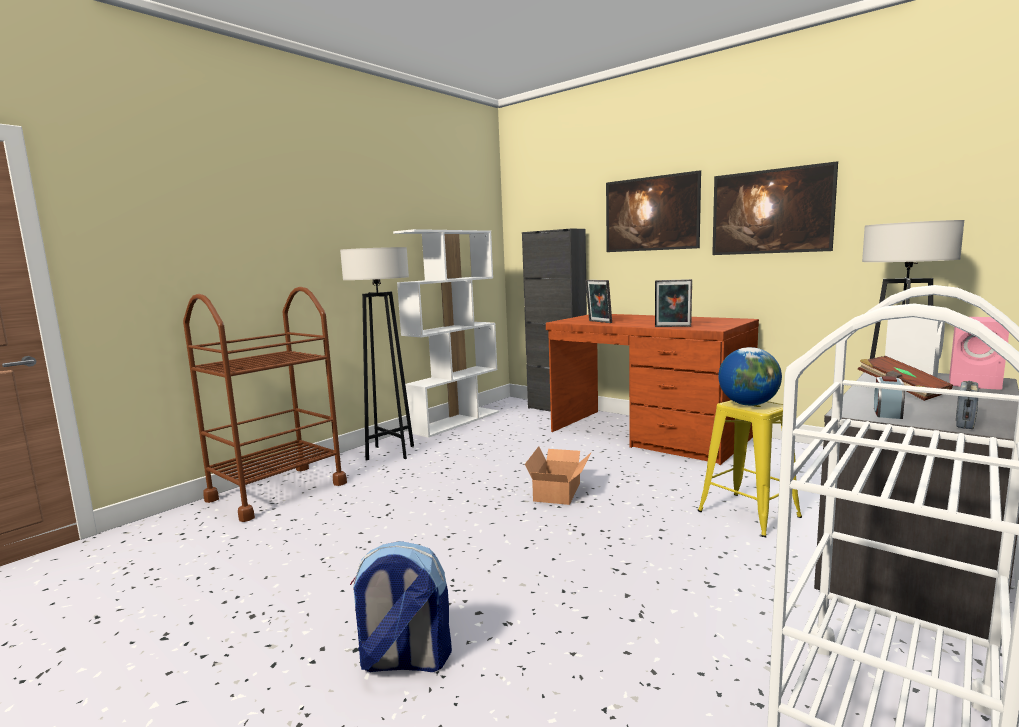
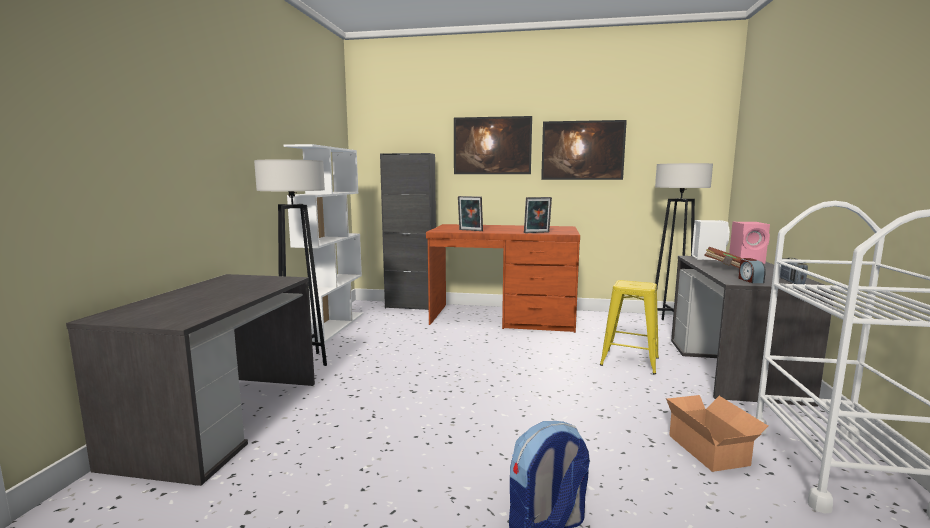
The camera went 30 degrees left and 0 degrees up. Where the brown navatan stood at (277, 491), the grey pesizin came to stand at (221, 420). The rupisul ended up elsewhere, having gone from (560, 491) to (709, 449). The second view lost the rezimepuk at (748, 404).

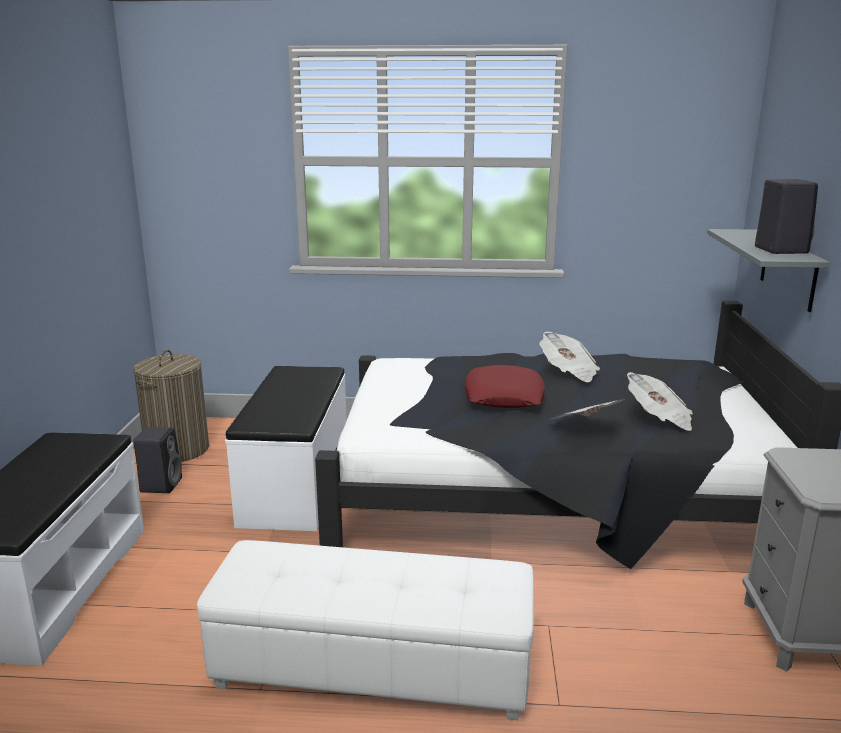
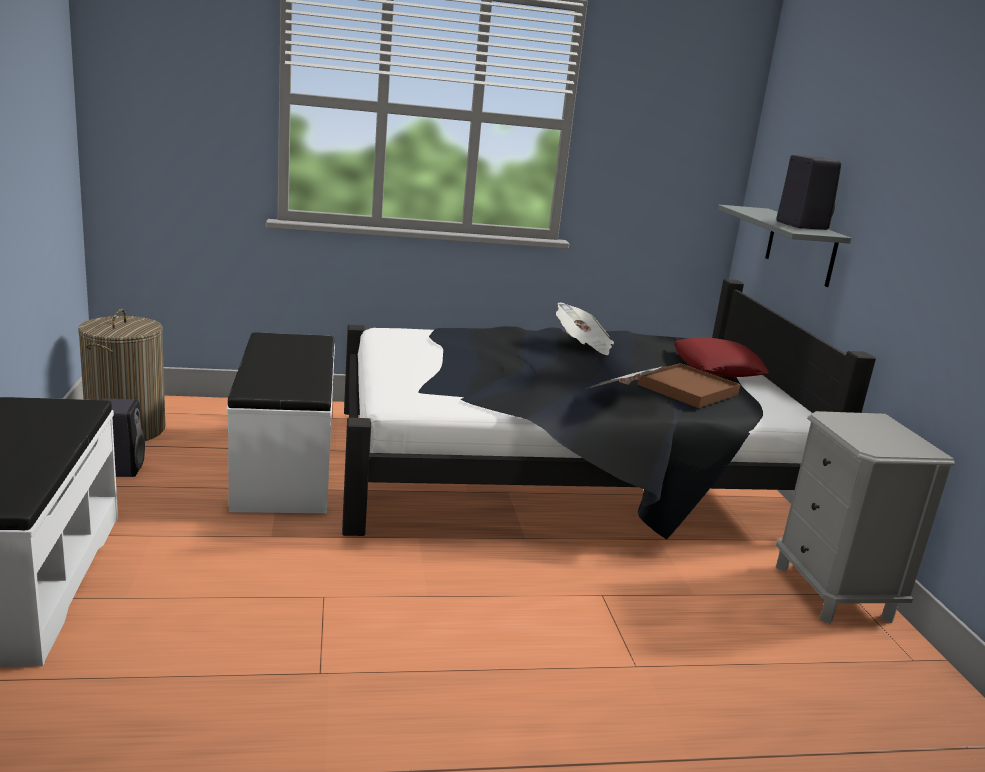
The camera went 15 degrees left and 0 degrees up. Where the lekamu stood at (659, 419), the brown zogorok came to stand at (688, 389). The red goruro ended up elsewhere, having gone from (504, 396) to (717, 367). The second view lost the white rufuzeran at (374, 667).

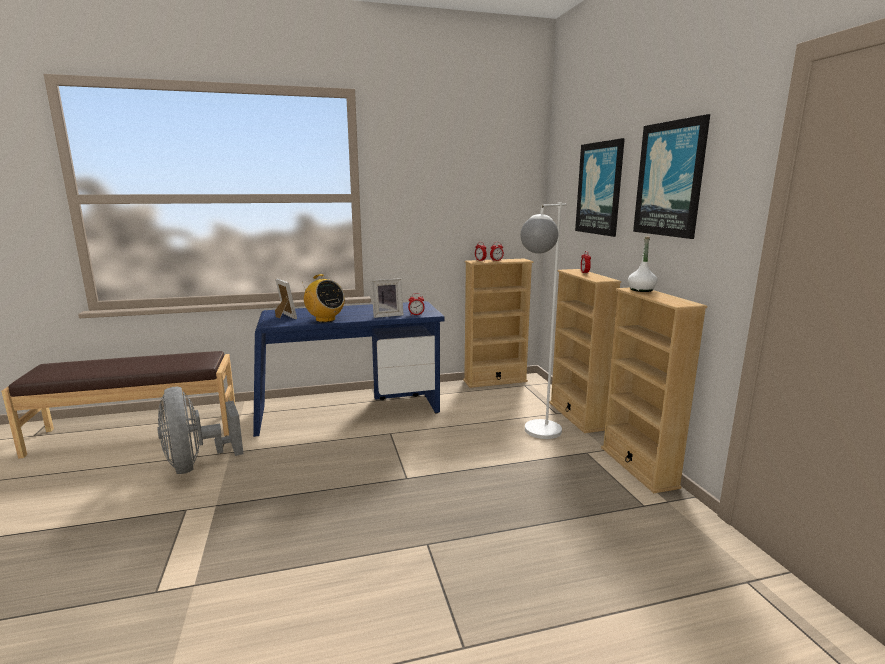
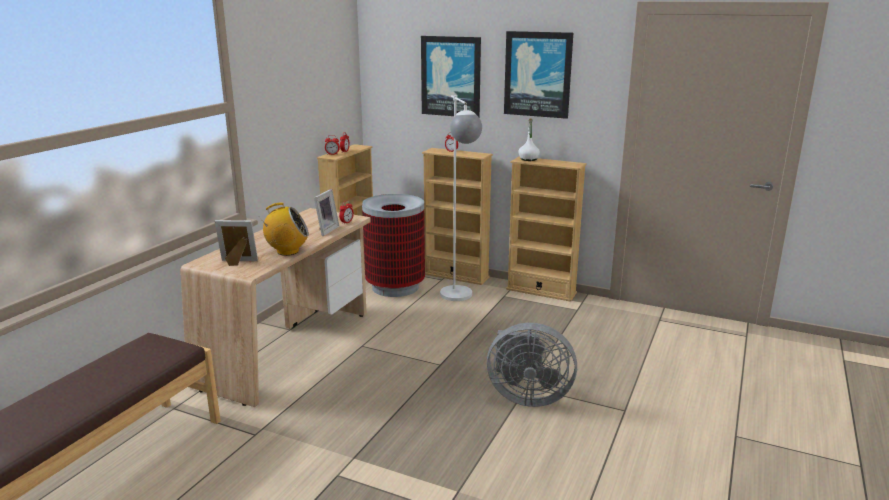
The camera went 50 degrees left and 5 degrees up. What was the blue pesizin at (350, 412) turned into the beige pesizin at (290, 348). The second view gained the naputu at (395, 287). The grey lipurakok ended up elsewhere, having gone from (197, 464) to (527, 396).

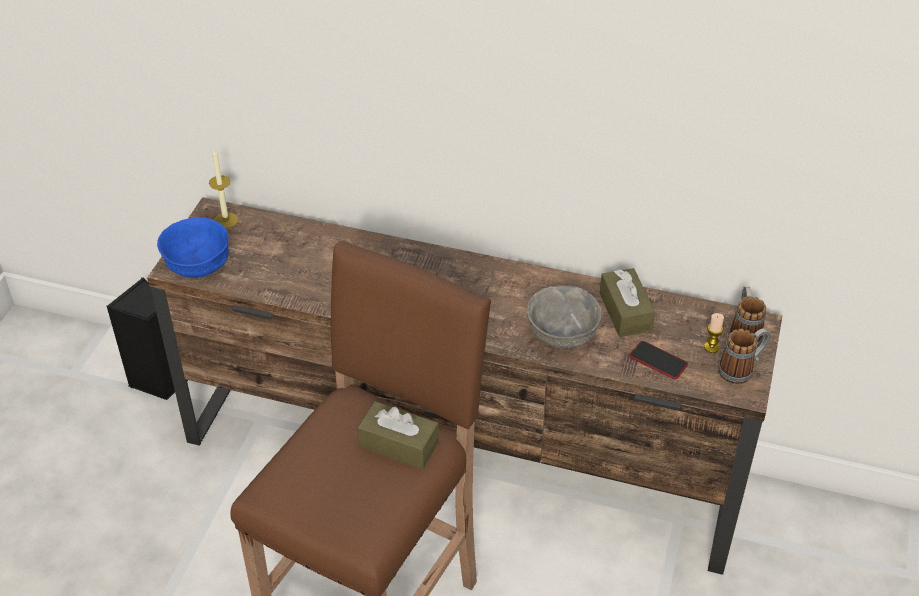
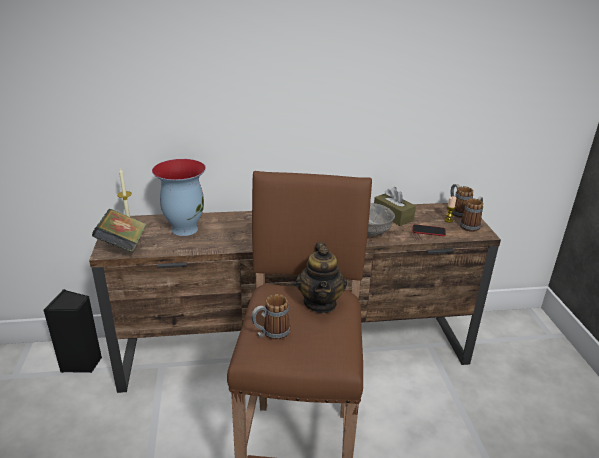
The camera went 25 degrees left and 15 degrees down. Where the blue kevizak stood at (199, 264), the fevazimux came to stand at (123, 246). The second view gained the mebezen at (184, 229). The second view gained the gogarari at (270, 333). Where the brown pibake stood at (399, 444), the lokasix came to stand at (320, 303).

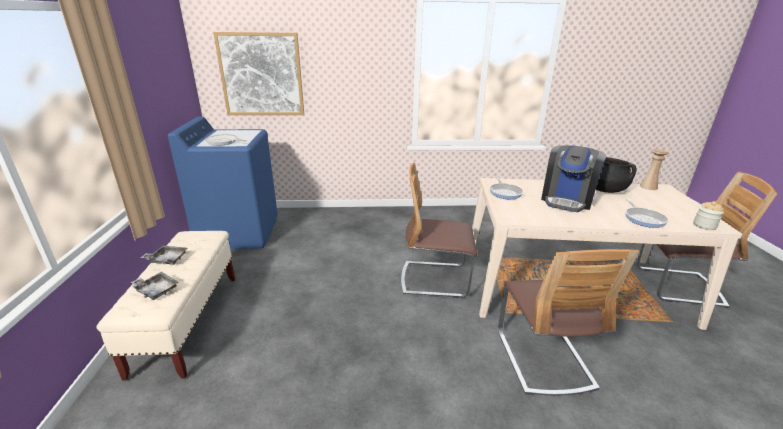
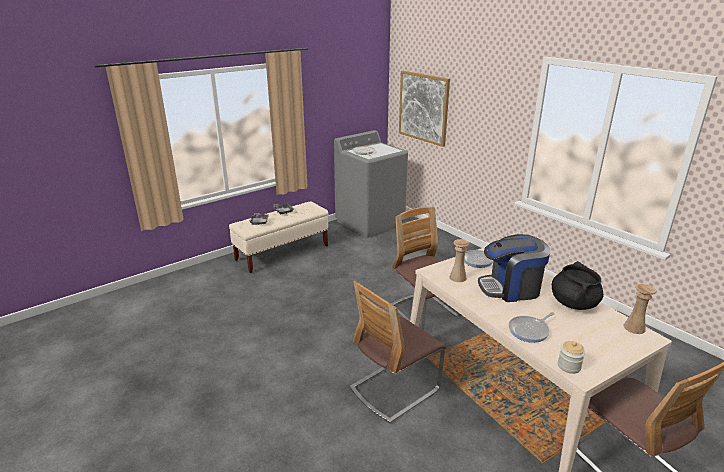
The camera went 55 degrees right and 0 degrees up. What was the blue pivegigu at (239, 232) turned into the grey pivegigu at (370, 222). The second view gained the beige mebezen at (458, 277).

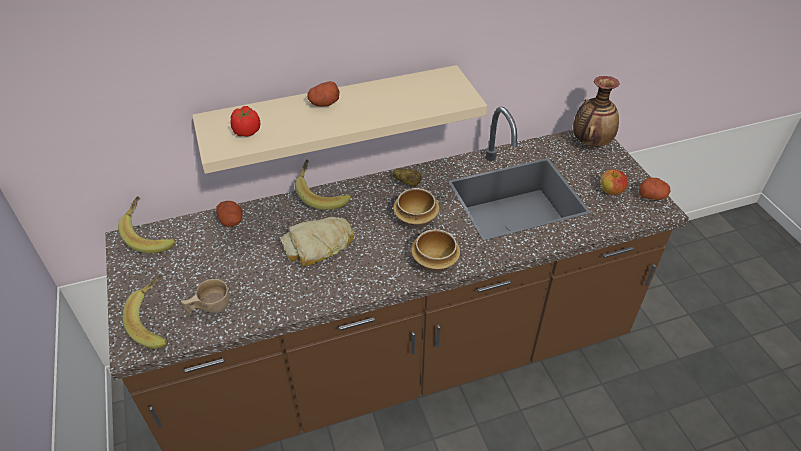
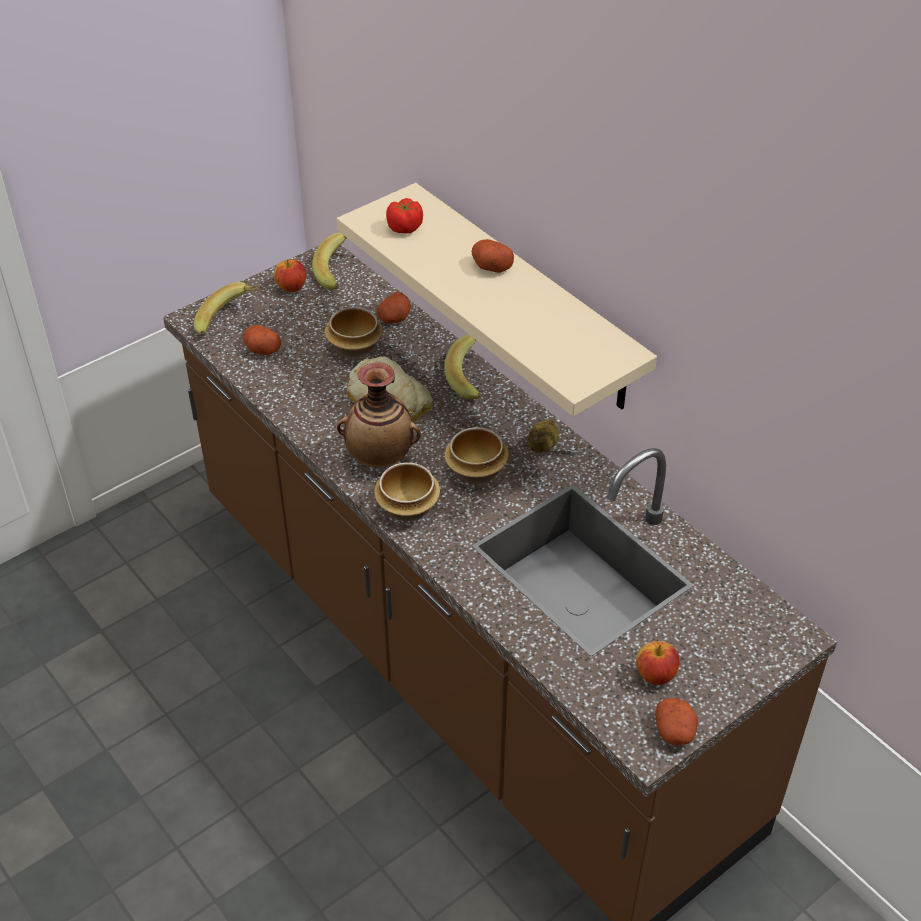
The camera went 70 degrees right and 0 degrees up. Where the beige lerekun stood at (209, 308), the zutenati came to stand at (261, 349). The second view gained the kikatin at (291, 288). The second view gained the kevizak at (354, 347). The mebezen ended up elsewhere, having gone from (590, 142) to (380, 457).

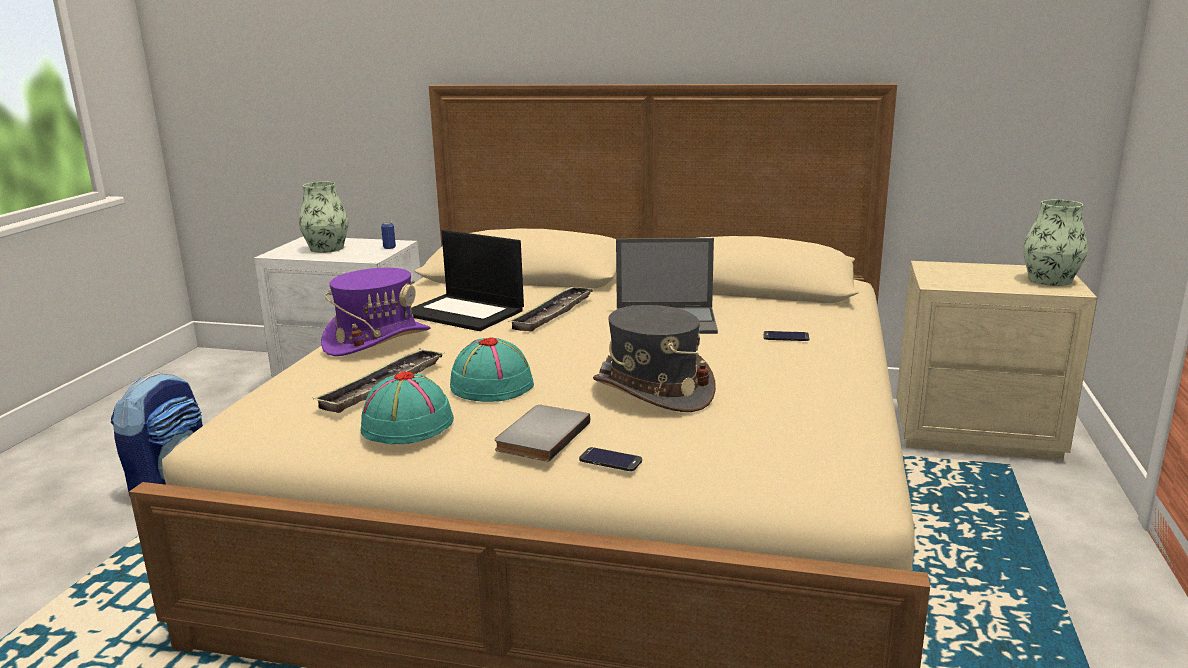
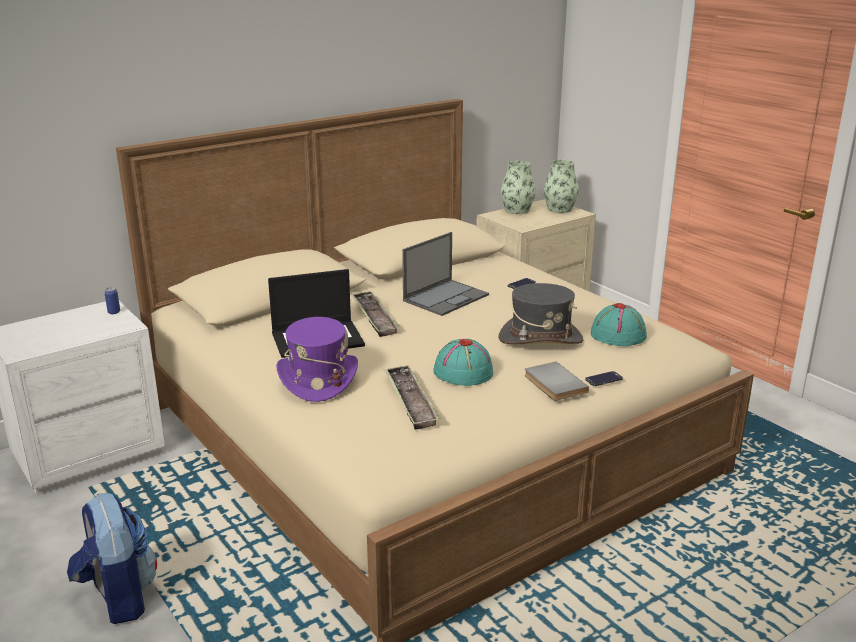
The camera went 50 degrees left and 5 degrees up. The mebezen ended up elsewhere, having gone from (327, 248) to (517, 210). The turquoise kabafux ended up elsewhere, having gone from (407, 425) to (618, 335).

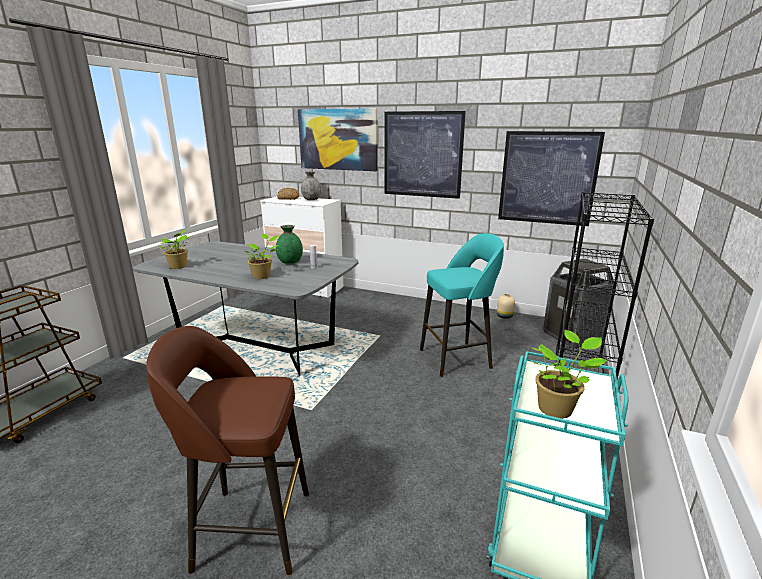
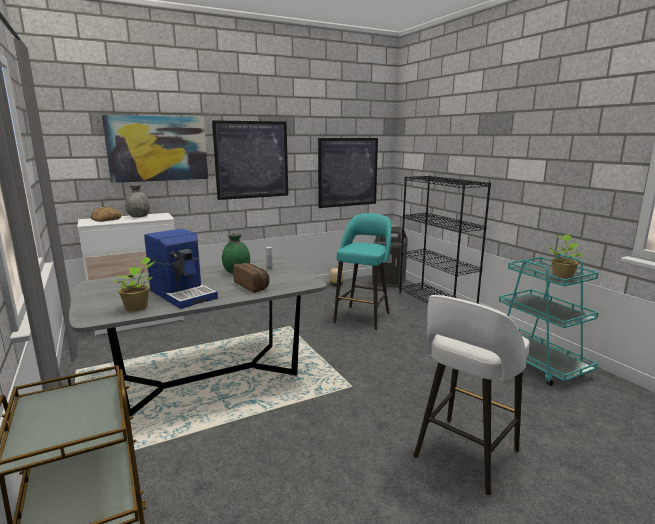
The camera went 50 degrees left and 5 degrees down. The second view gained the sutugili at (183, 294). Where the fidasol stood at (263, 276), the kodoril came to stand at (253, 286). What was the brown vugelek at (250, 529) turned into the white vugelek at (464, 455).

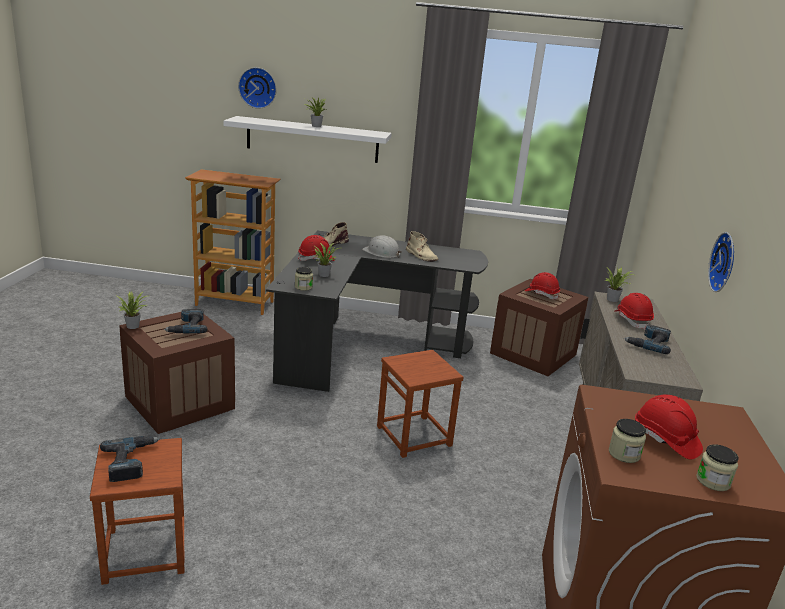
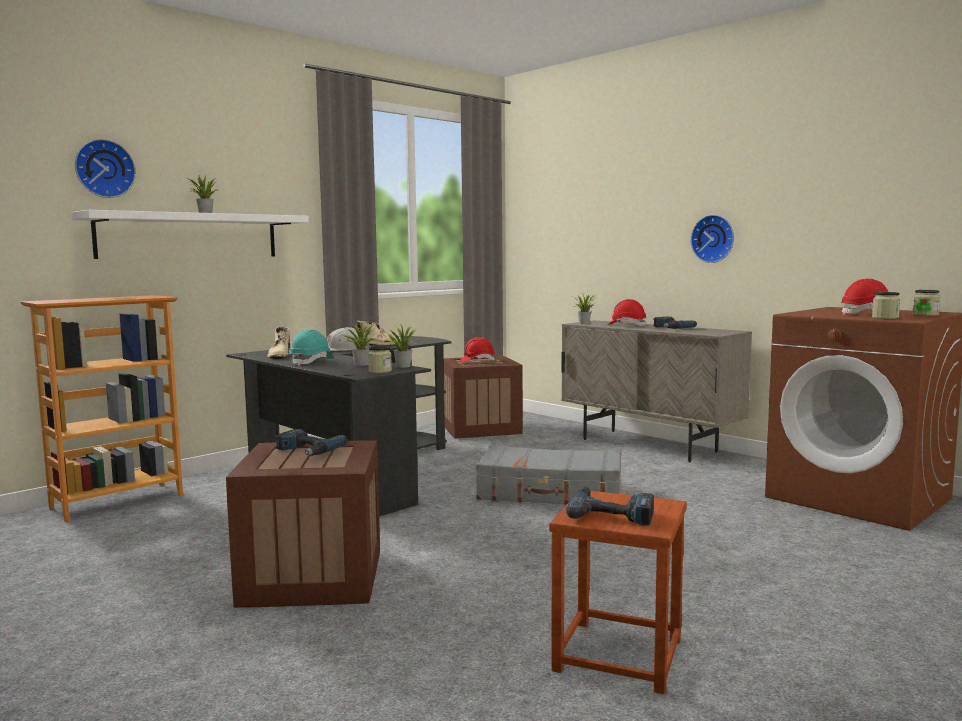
The camera went 50 degrees left and 15 degrees down. What was the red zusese at (316, 259) turned into the turquoise zusese at (312, 362). The fidasol ended up elsewhere, having gone from (134, 326) to (403, 366). Where the brown vugelek stood at (414, 436), the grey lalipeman came to stand at (550, 493).

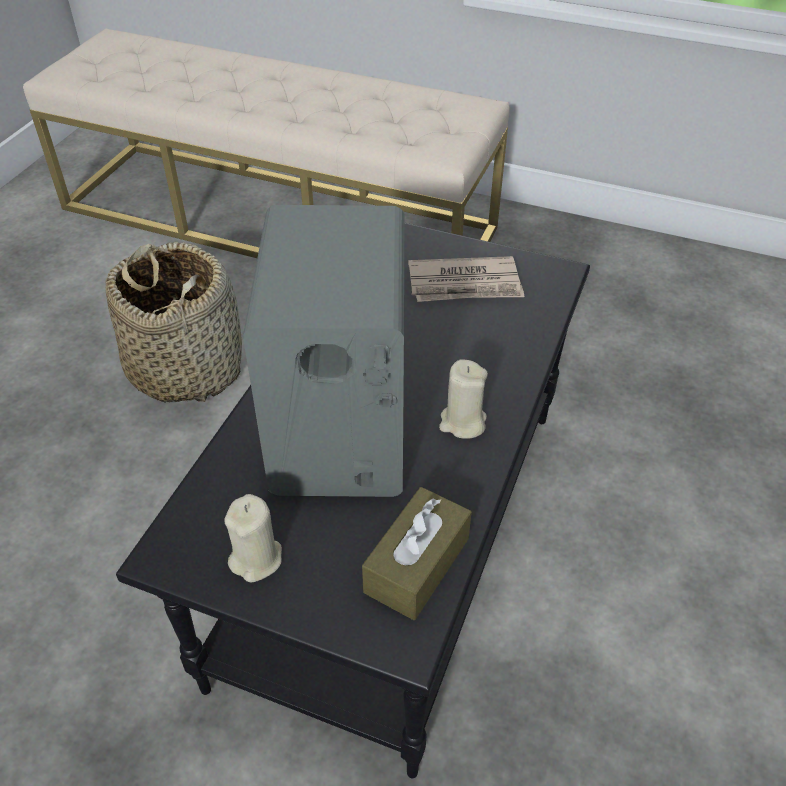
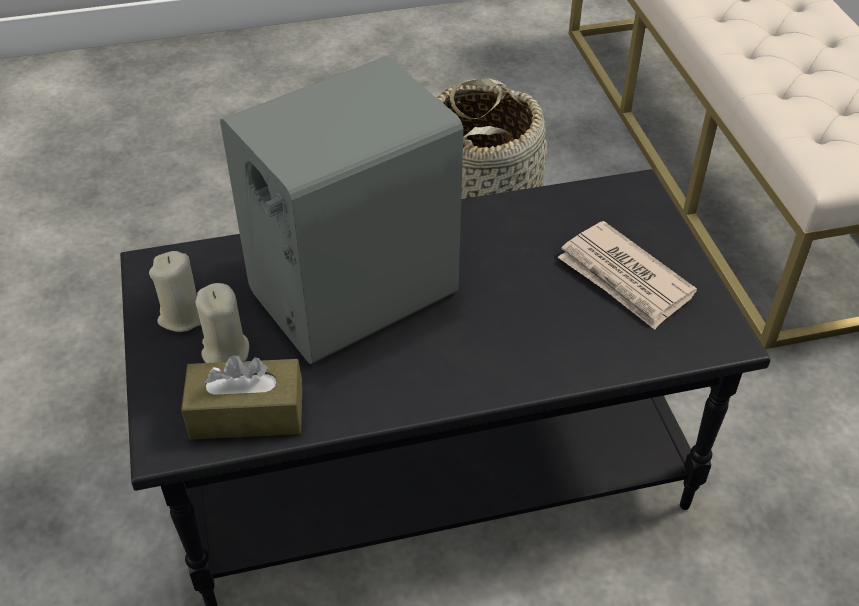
The camera went 55 degrees right and 0 degrees up. The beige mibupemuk ended up elsewhere, having gone from (462, 422) to (225, 350).

